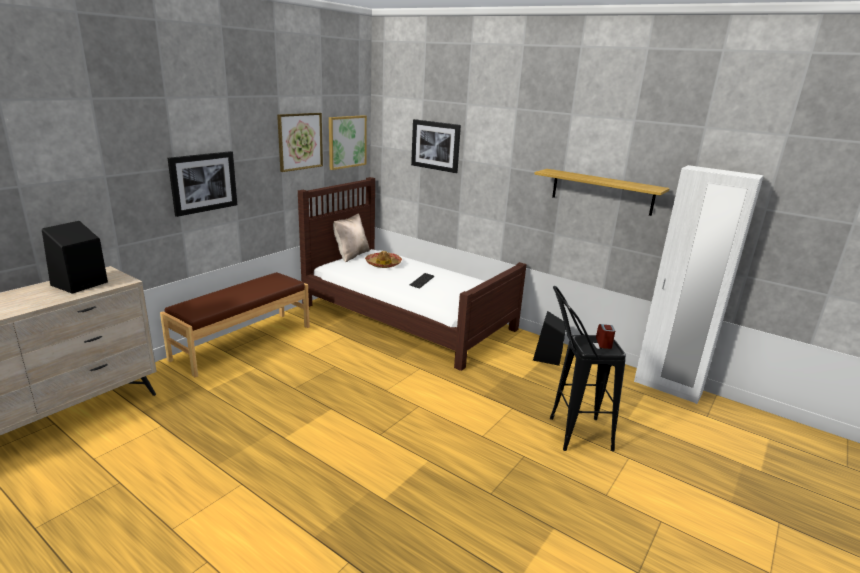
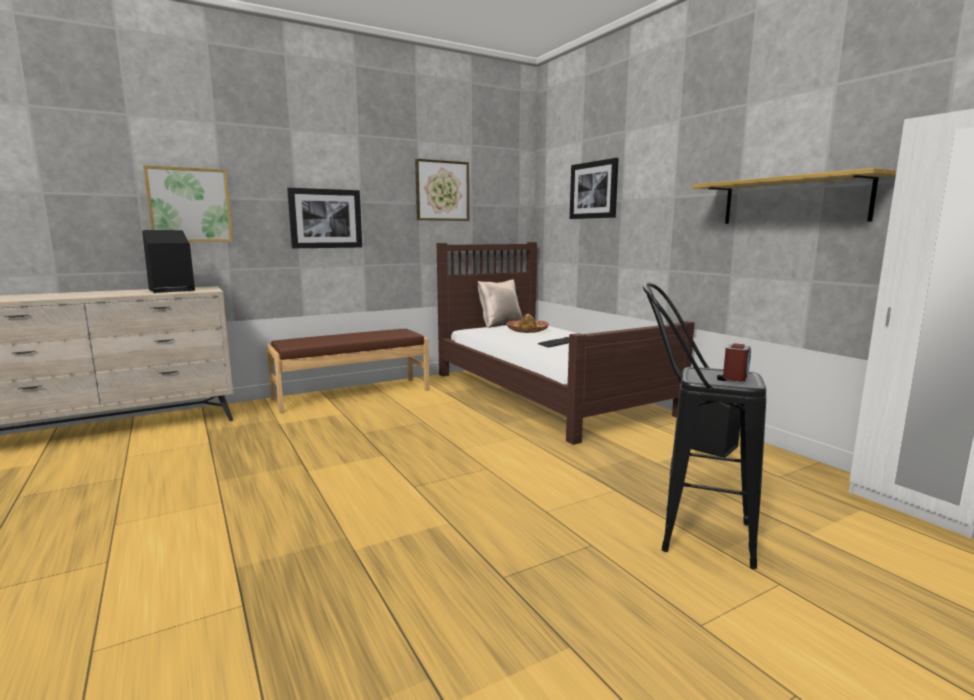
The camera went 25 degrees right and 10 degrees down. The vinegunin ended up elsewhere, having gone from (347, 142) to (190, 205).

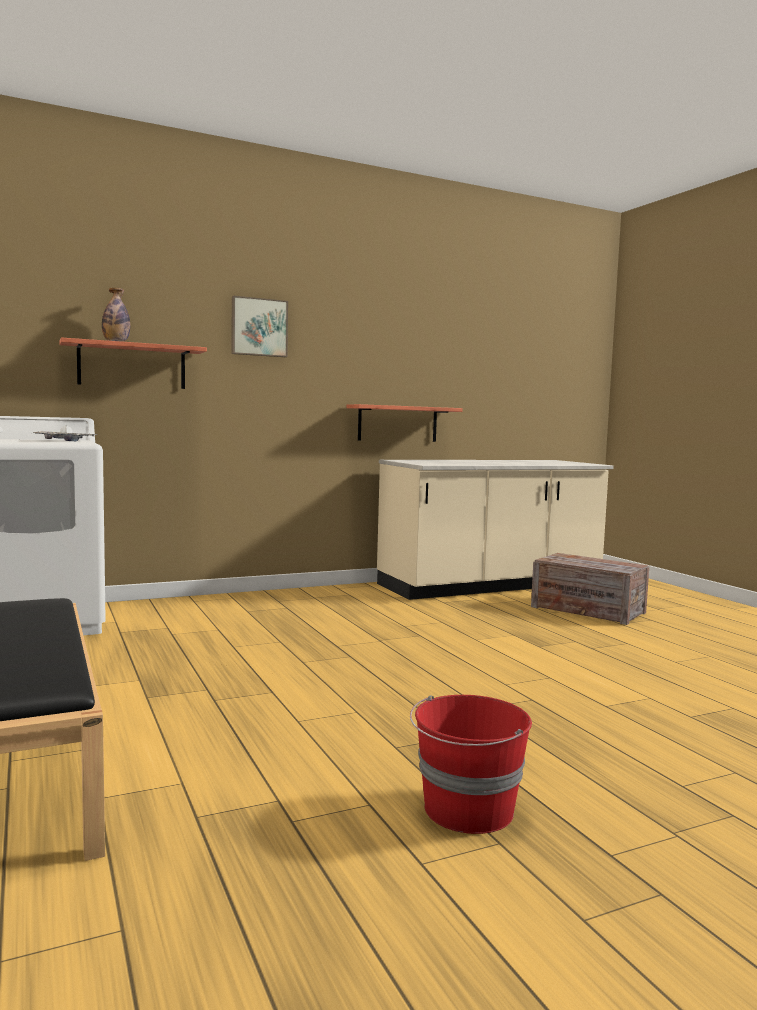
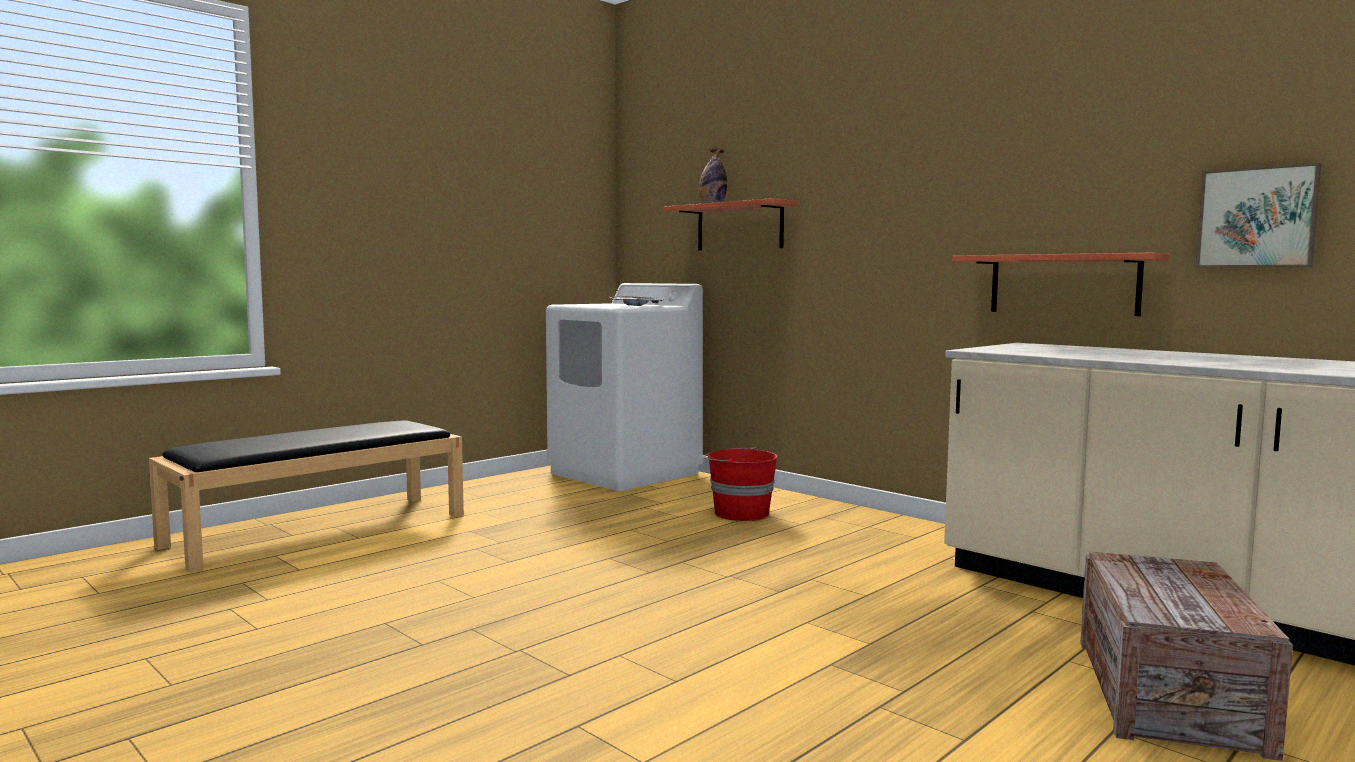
The camera went 70 degrees right and 0 degrees up. The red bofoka ended up elsewhere, having gone from (467, 810) to (740, 513). The vinegunin ended up elsewhere, having gone from (259, 327) to (1257, 218).

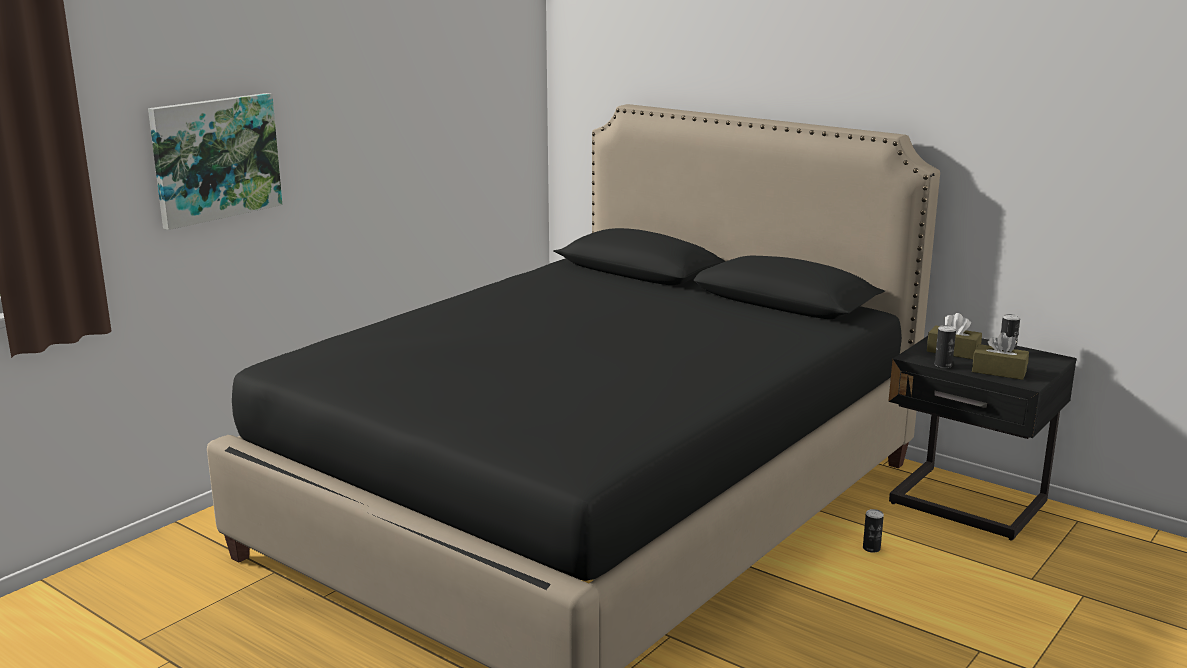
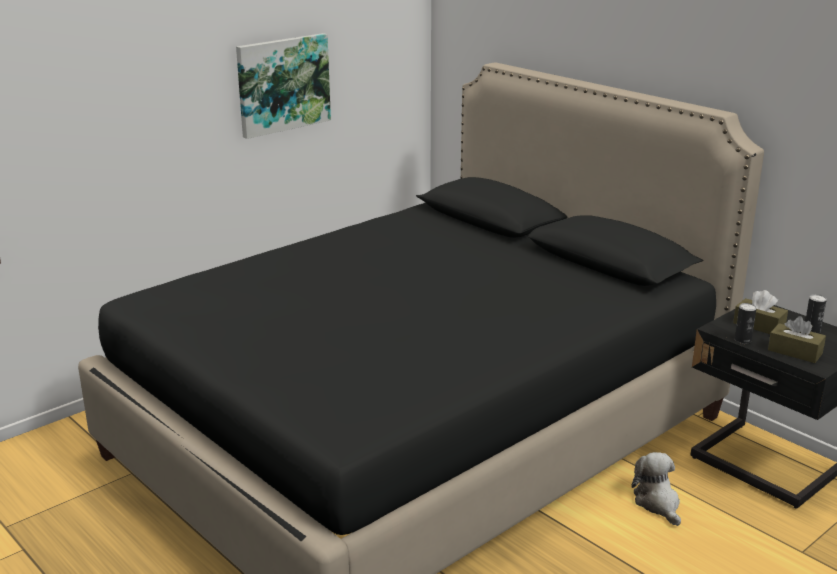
The camera went 10 degrees right and 5 degrees up. The vinegunin ended up elsewhere, having gone from (215, 158) to (283, 84). Where the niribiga stood at (871, 548), the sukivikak came to stand at (658, 503).

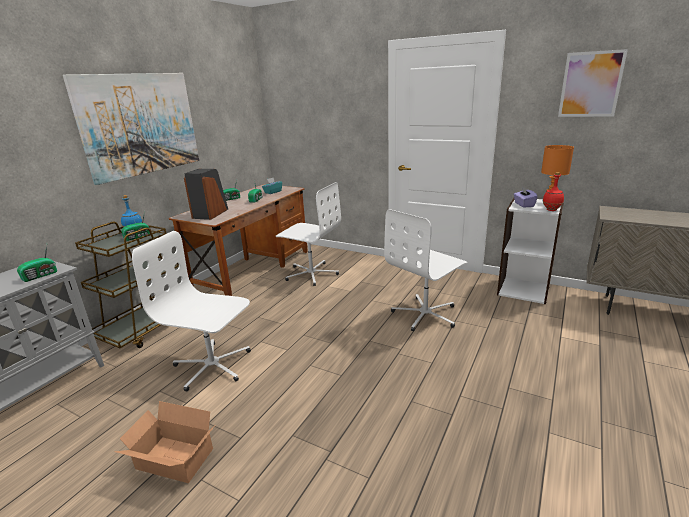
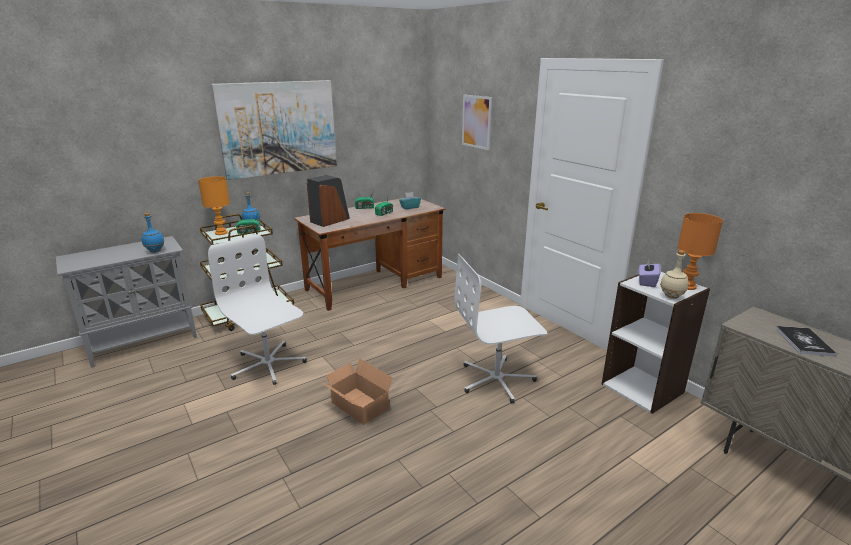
The camera went 25 degrees right and 0 degrees up. Where the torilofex stood at (41, 275), the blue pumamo came to stand at (155, 251). The second view gained the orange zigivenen at (221, 233). The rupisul ended up elsewhere, having gone from (174, 461) to (359, 407). The vinegunin ended up elsewhere, having gone from (590, 84) to (476, 122). What was the red pumamo at (551, 210) turned into the beige pumamo at (672, 297). The second view gained the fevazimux at (804, 342). The second view lost the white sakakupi at (311, 274).

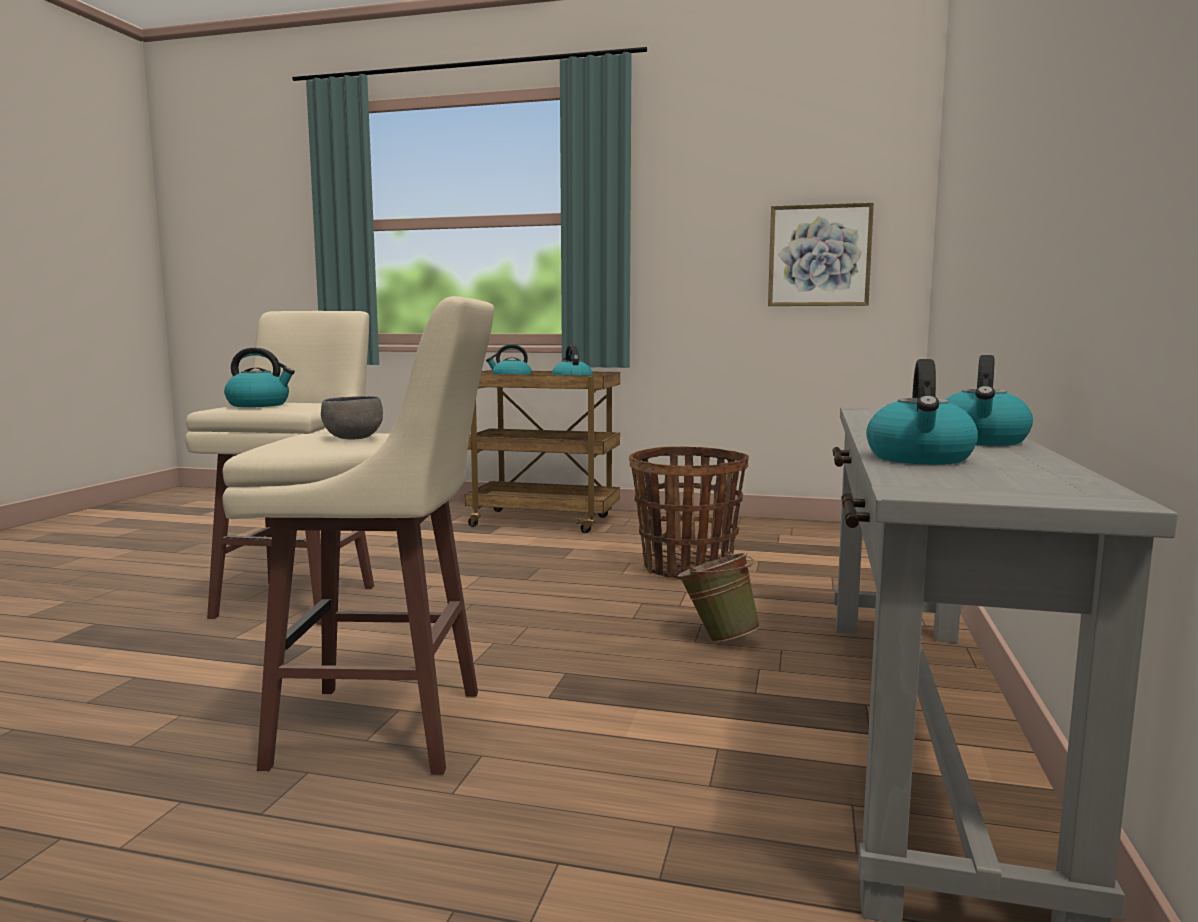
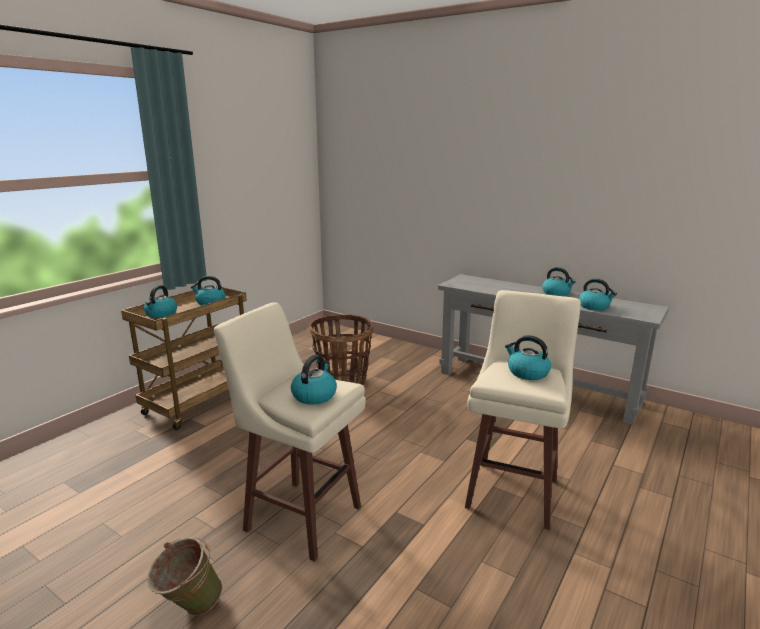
The camera went 70 degrees left and 10 degrees up. The green bofoka ended up elsewhere, having gone from (717, 638) to (189, 608). Where the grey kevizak stood at (351, 438), the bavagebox came to stand at (527, 373). The second view lost the vinegunin at (819, 255).

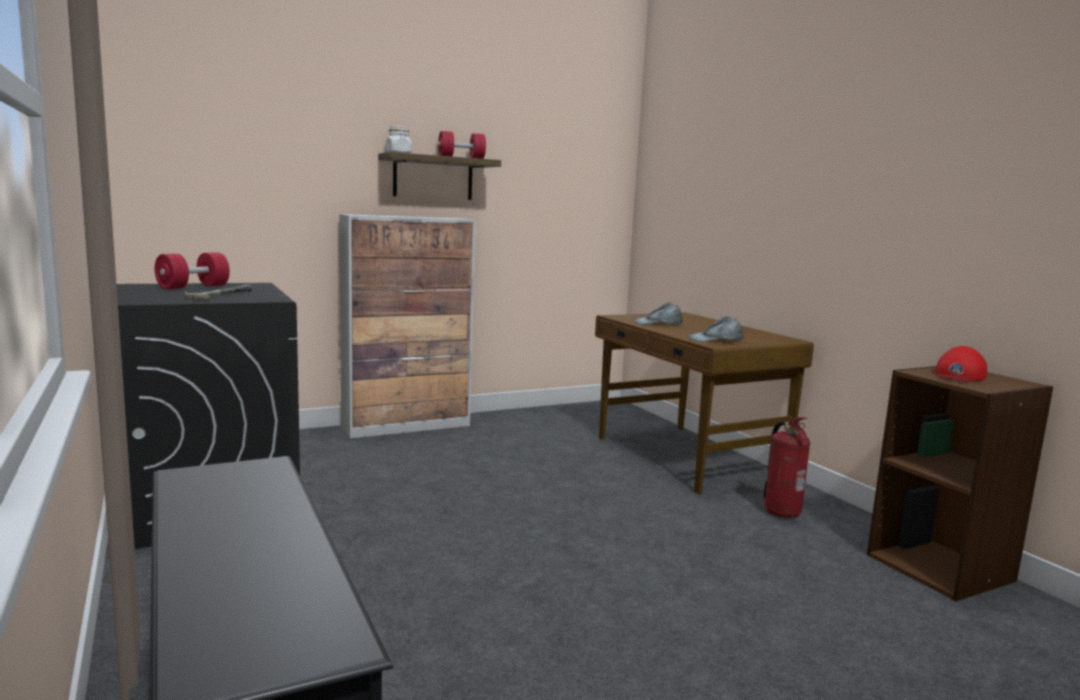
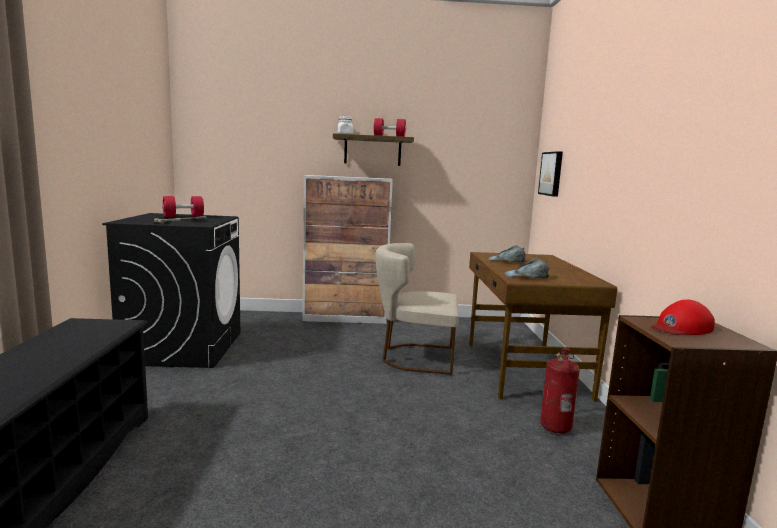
The camera went 25 degrees right and 0 degrees up. The second view gained the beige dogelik at (414, 357). The second view gained the vinegunin at (552, 173).

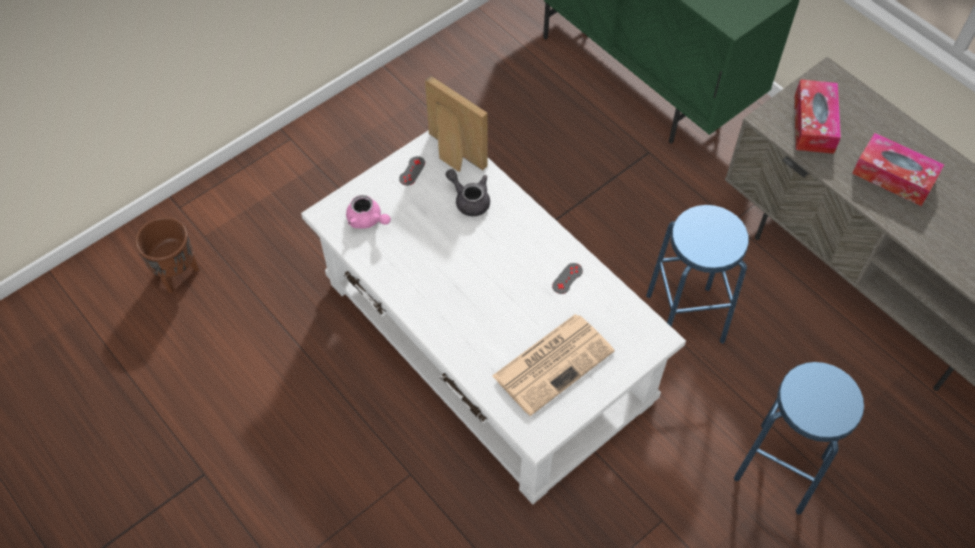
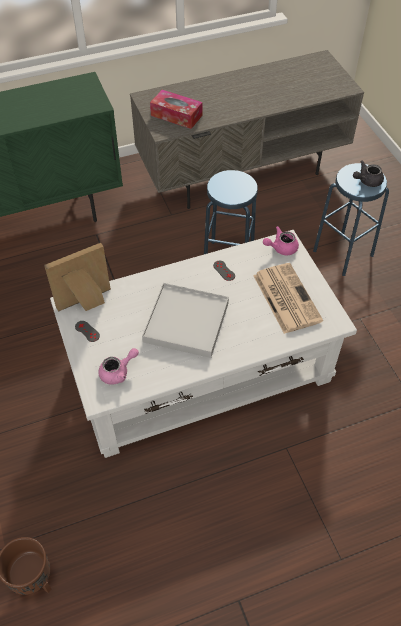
The camera went 70 degrees left and 5 degrees down. The second view gained the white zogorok at (186, 322). The second view gained the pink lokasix at (281, 248). The grey lokasix ended up elsewhere, having gone from (469, 200) to (367, 181). The second view lost the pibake at (893, 176).

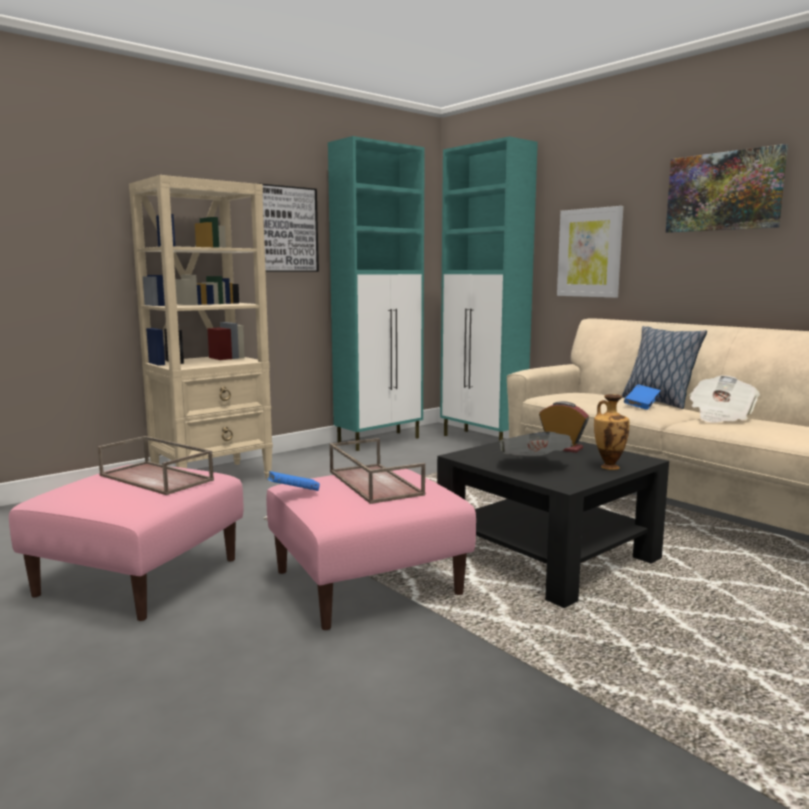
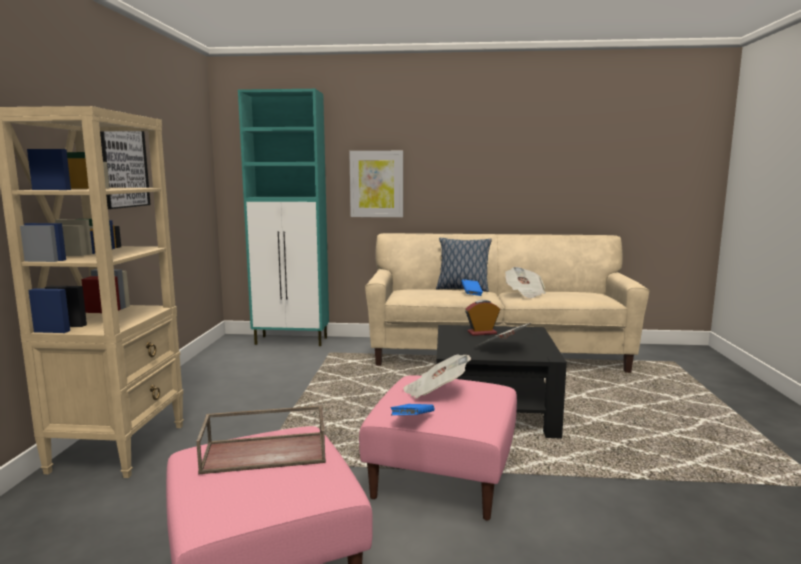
The camera went 45 degrees left and 0 degrees up. Where the brown zogorok stood at (373, 483), the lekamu came to stand at (435, 392). The second view lost the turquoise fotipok at (380, 441). The second view lost the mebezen at (608, 467). The second view lost the vinegunin at (724, 191).

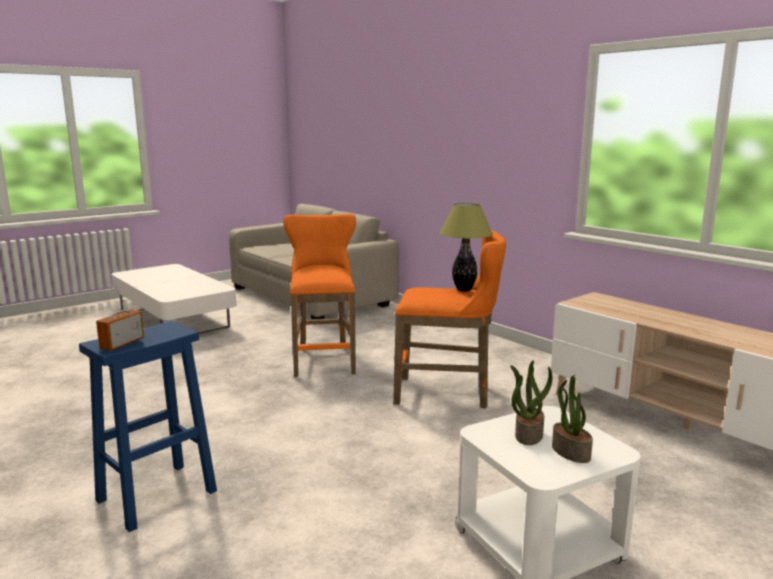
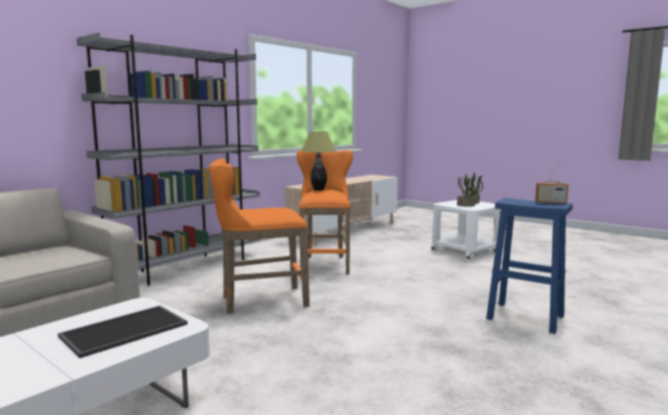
The camera went 100 degrees left and 5 degrees down. The second view gained the zogorok at (124, 331). The second view gained the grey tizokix at (187, 267).

